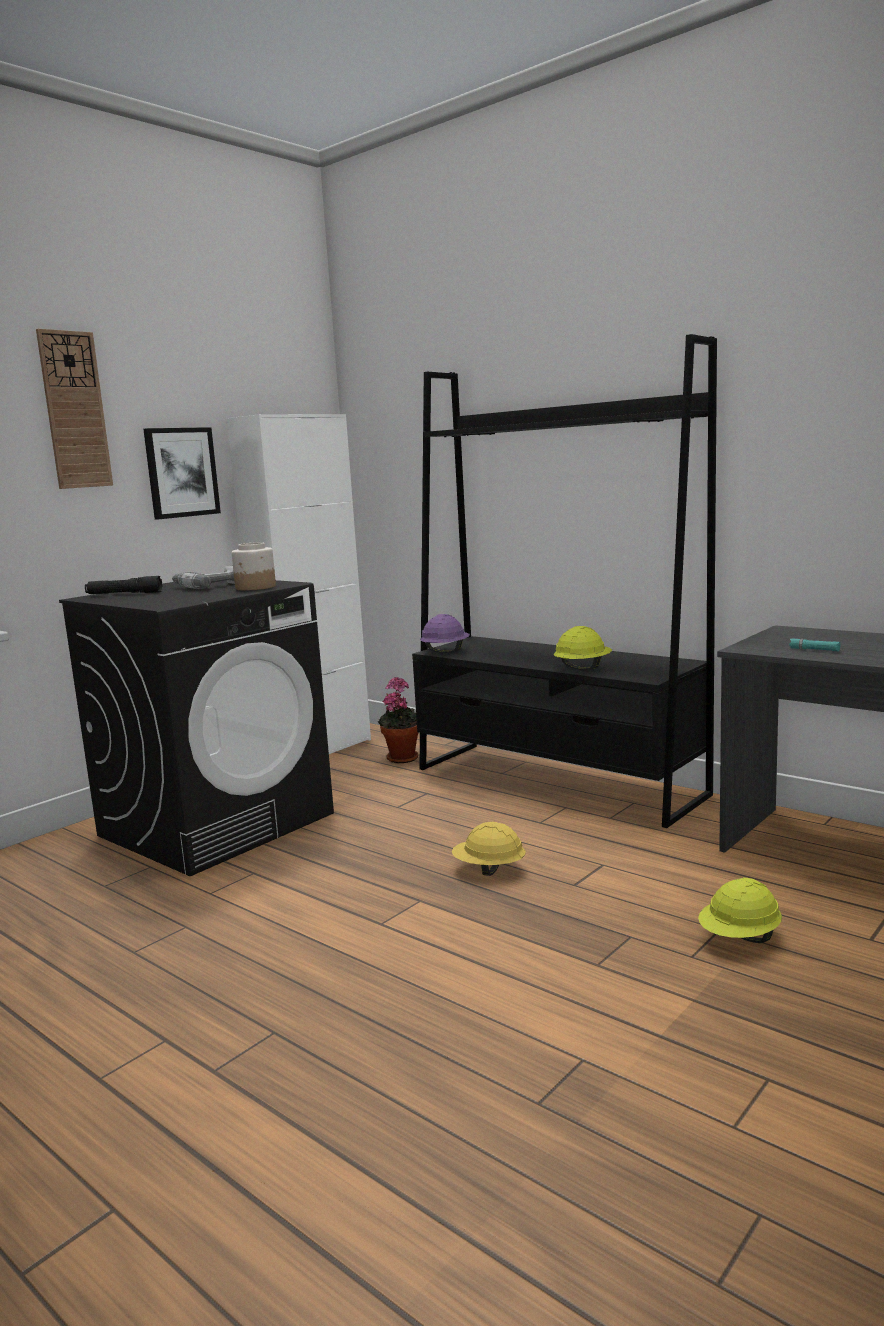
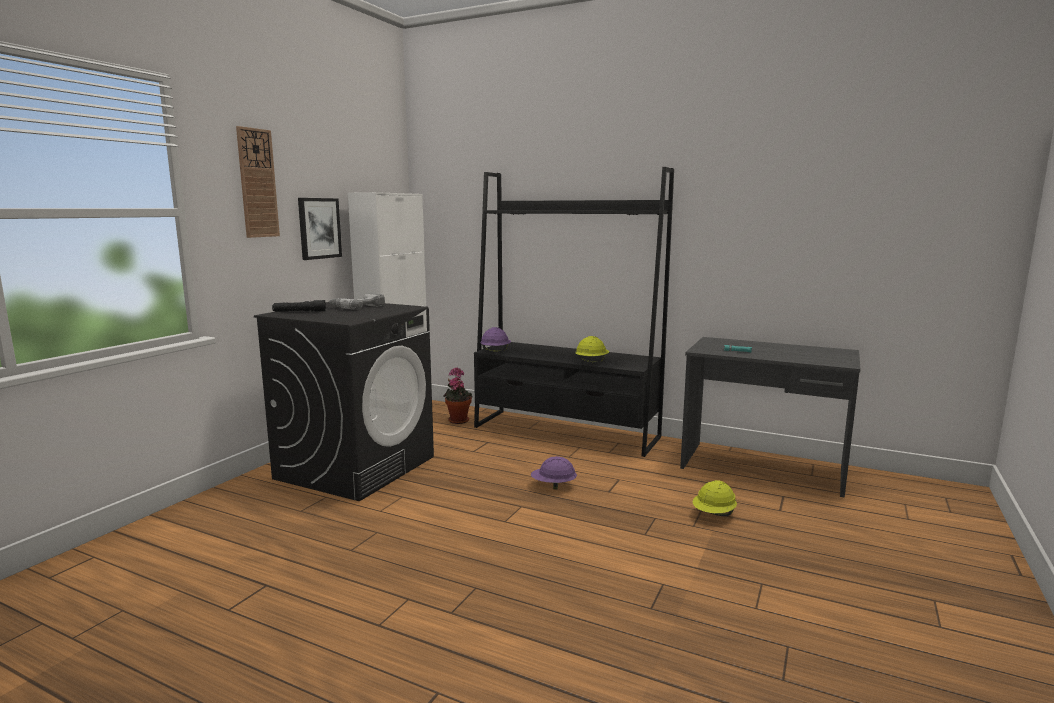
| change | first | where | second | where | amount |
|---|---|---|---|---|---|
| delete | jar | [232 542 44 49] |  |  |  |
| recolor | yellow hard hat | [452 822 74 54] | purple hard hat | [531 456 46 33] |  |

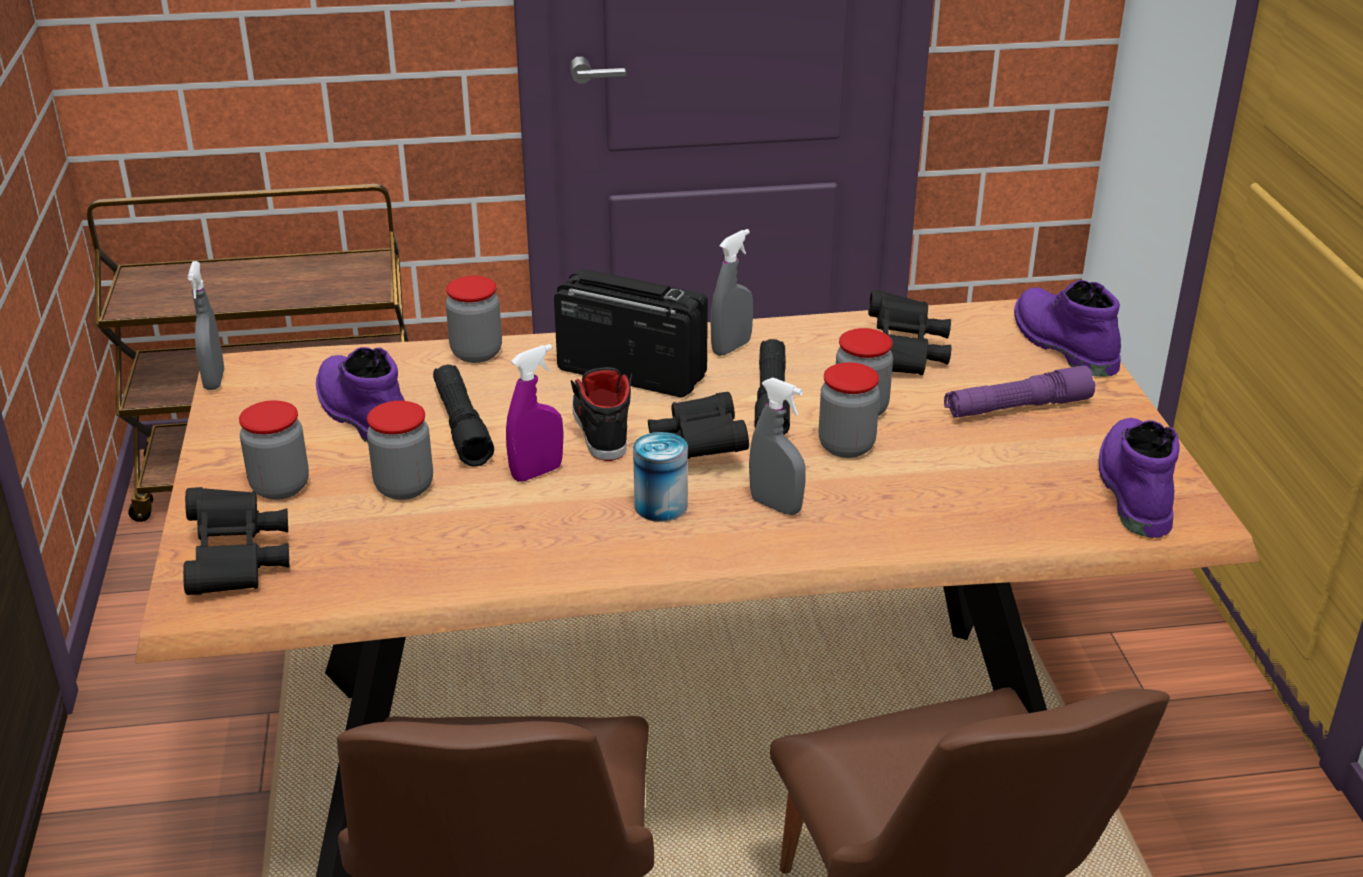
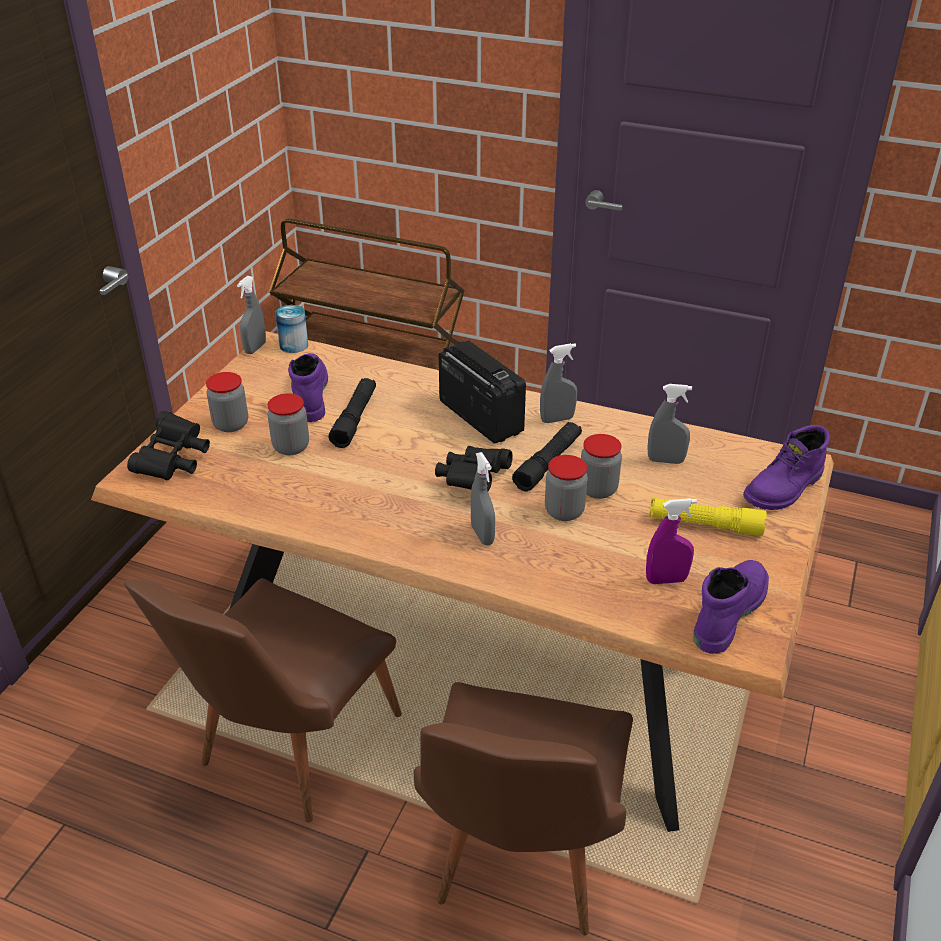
| change | first | where | second | where | amount |
|---|---|---|---|---|---|
| delete | jar | [446 276 56 87] |  |  |  |
| delete | black shoe | [571 367 61 94] |  |  |  |
| move | purple spray bottle | [506 344 58 138] |  | [646 498 51 86] |  |
| move | can | [633 432 55 90] |  | [275 305 33 48] |  |
| replace | black binoculars | [868 290 83 85] | grey spray bottle | [648 384 44 80] |  |
| recolor | purple flashlight | [944 365 151 53] | yellow flashlight | [649 498 118 38] |  |
| rotate | purple boot | [1014 280 107 97] |  | [743 425 87 85] | 135 degrees counterclockwise |

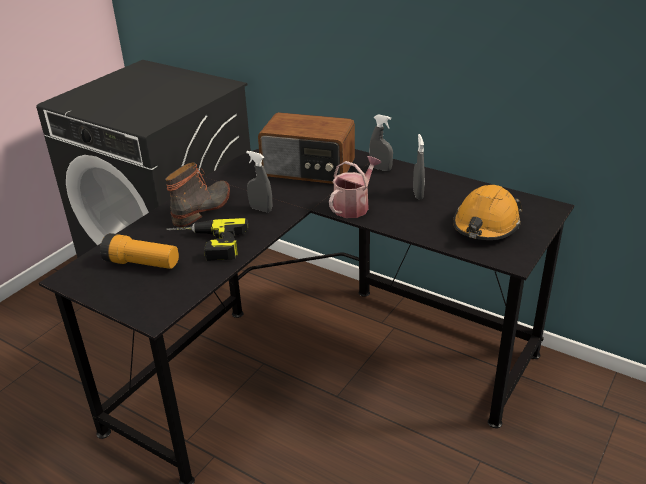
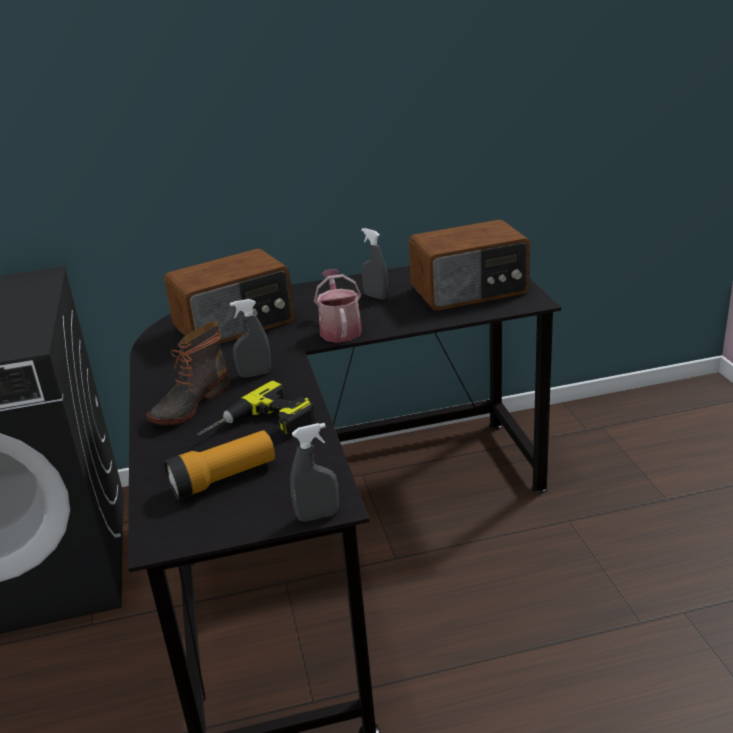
| change | first | where | second | where | amount |
|---|---|---|---|---|---|
| move | grey spray bottle | [369 114 24 57] |  | [290 423 49 99] |  |
| replace | orange hard hat | [453 185 69 55] | radio | [409 219 121 92] |  |
| rotate | boot | [166 162 64 65] |  | [146 321 84 104] | 135 degrees counterclockwise |

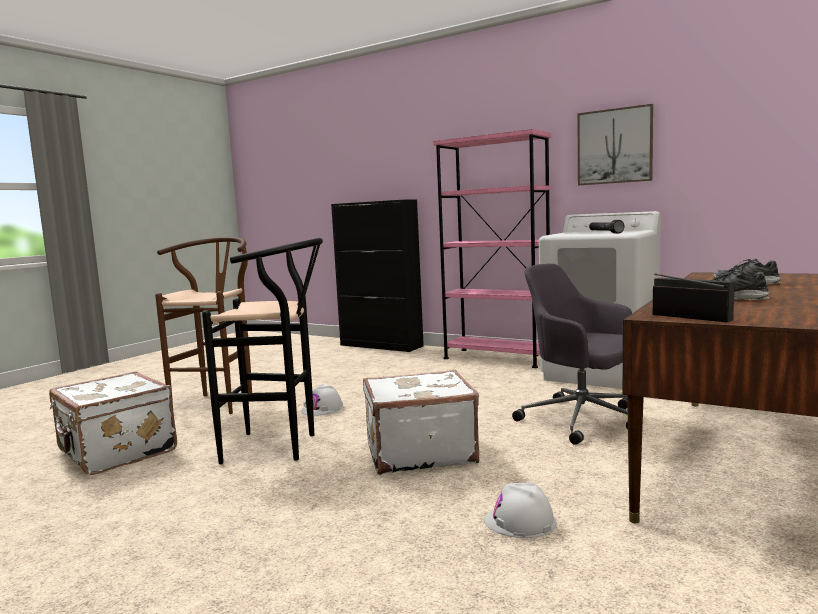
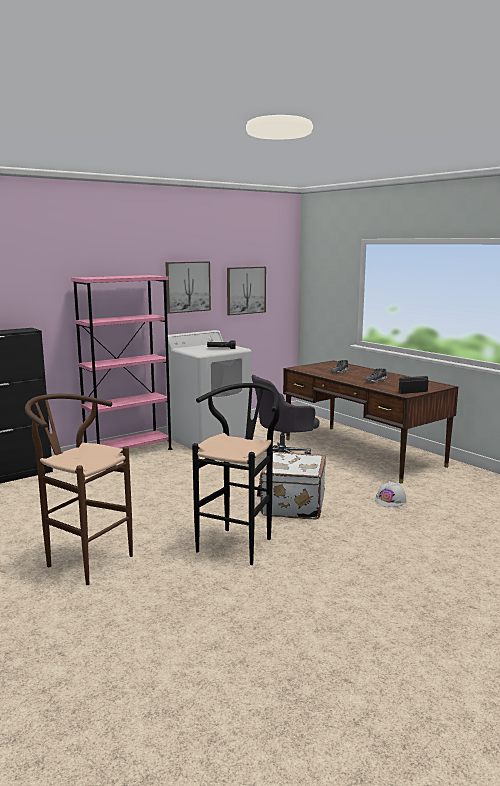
| change | first | where | second | where | amount |
|---|---|---|---|---|---|
| delete | white suitcase | [49 371 128 104] |  |  |  |
| delete | white hard hat | [301 384 42 32] |  |  |  |
| insert |  |  | picture | [227 267 39 48] |  |

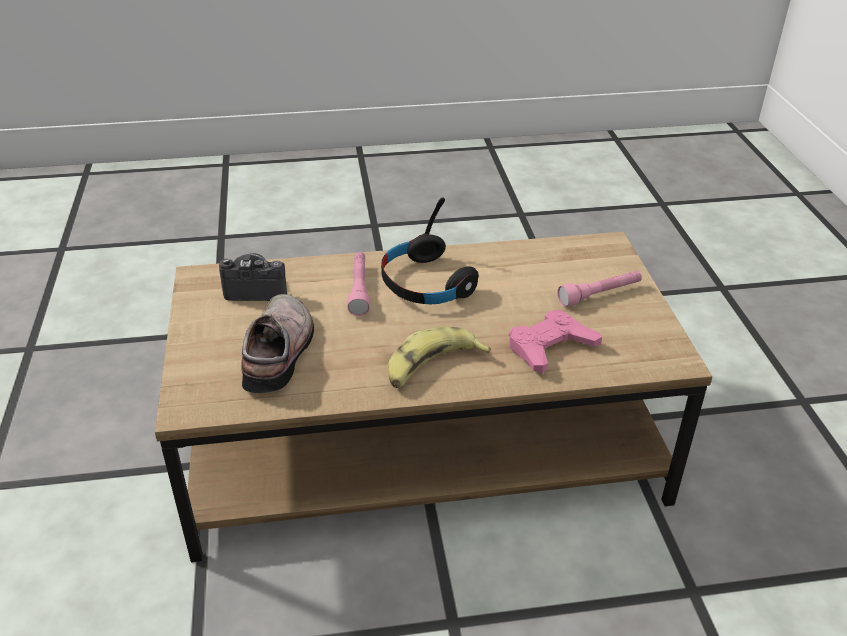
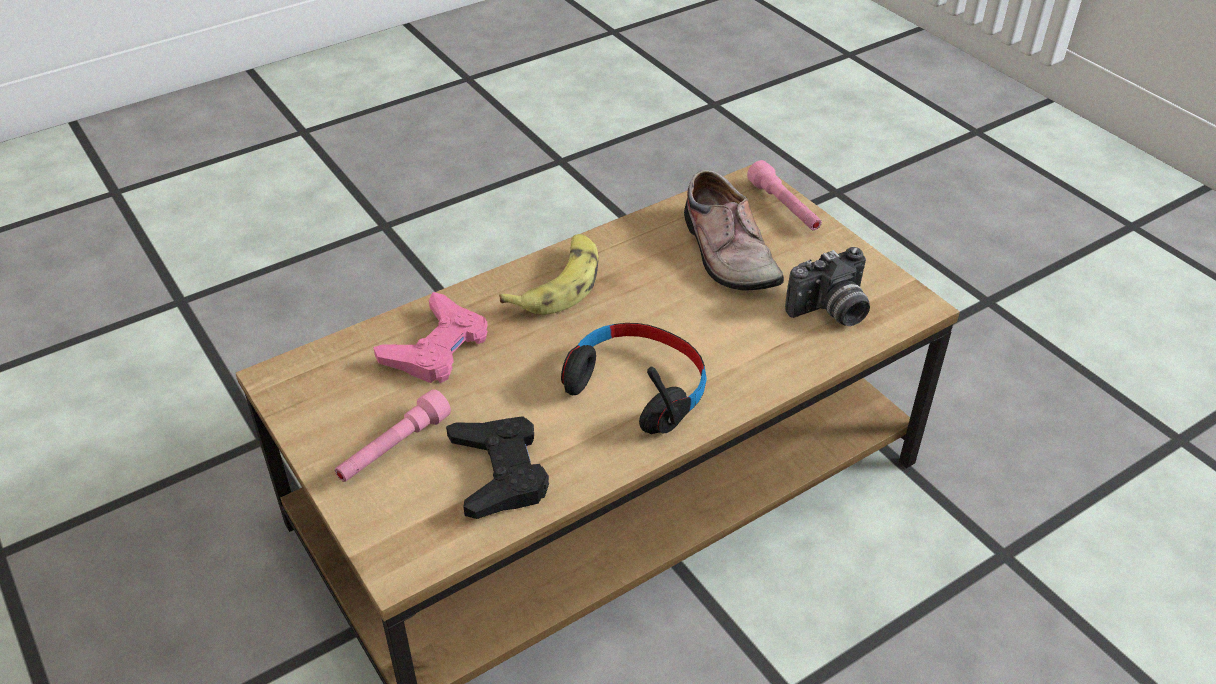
| change | first | where | second | where | amount |
|---|---|---|---|---|---|
| insert |  |  | black game controller | [446 416 103 103] |  |
| move | pink flashlight | [347 252 23 64] |  | [747 160 75 70] |  |

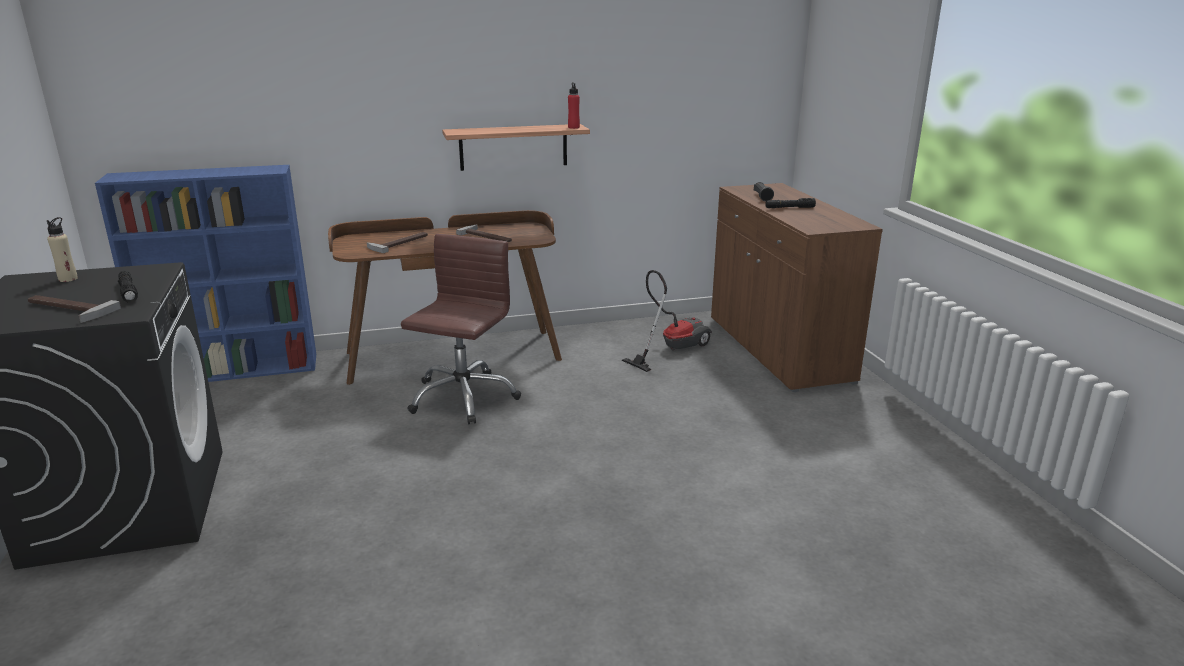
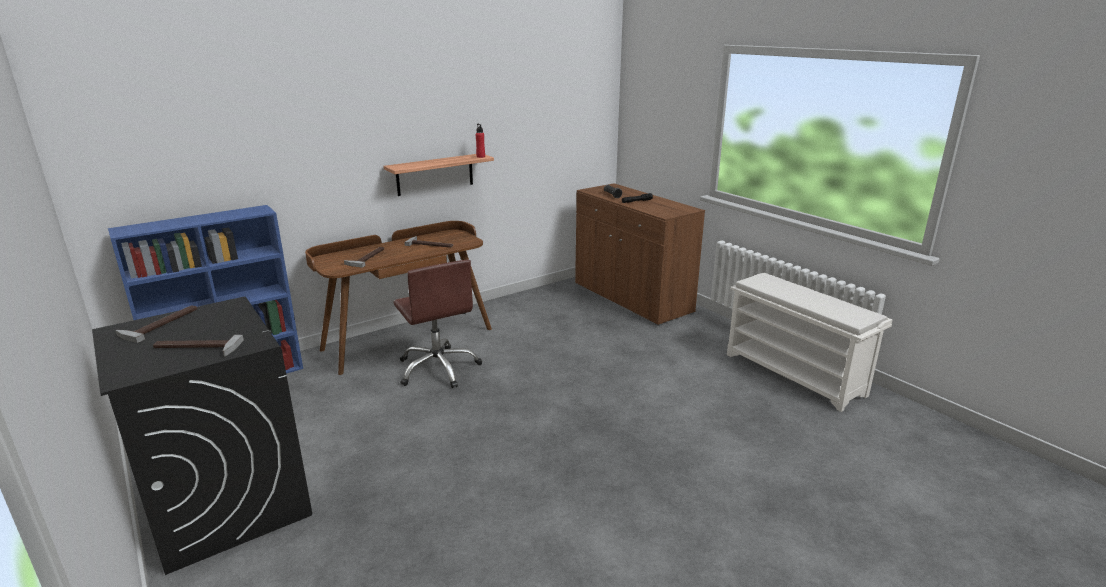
| change | first | where | second | where | amount |
|---|---|---|---|---|---|
| delete | black flashlight | [118 271 20 32] |  |  |  |
| delete | vacuum cleaner | [622 270 90 102] |  |  |  |
| insert |  |  | white shoe rack | [727 273 166 139] |  |
| replace | beige bottle | [47 217 31 65] | hammer | [115 305 82 38] |  |
| rotate | brown office chair | [401 234 120 190] |  | [393 259 89 129] | 150 degrees clockwise |

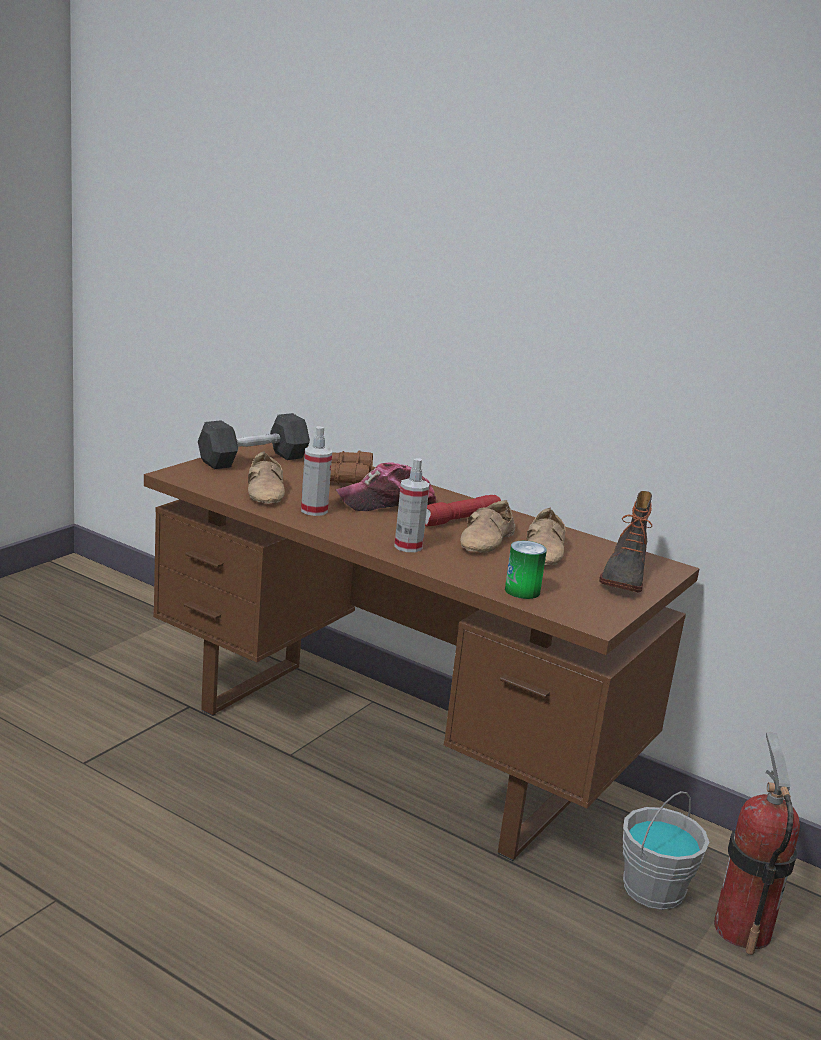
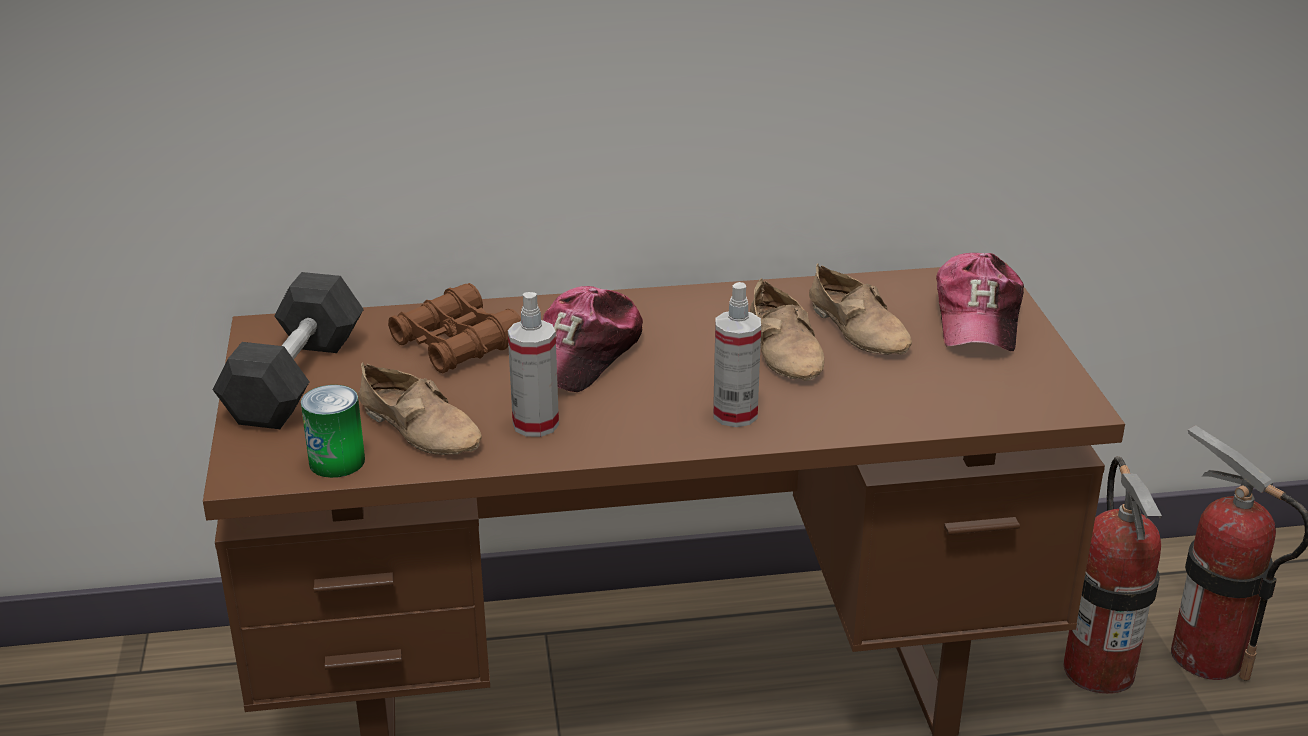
| change | first | where | second | where | amount |
|---|---|---|---|---|---|
| delete | red flashlight | [425 495 76 32] |  |  |  |
| move | can | [505 541 42 58] |  | [301 385 64 93] |  |
| replace | boot | [599 491 53 101] | cap | [936 253 88 98] |  |
| replace | grey bucket | [623 791 86 119] | fire extinguisher | [1063 456 99 238] |  |

